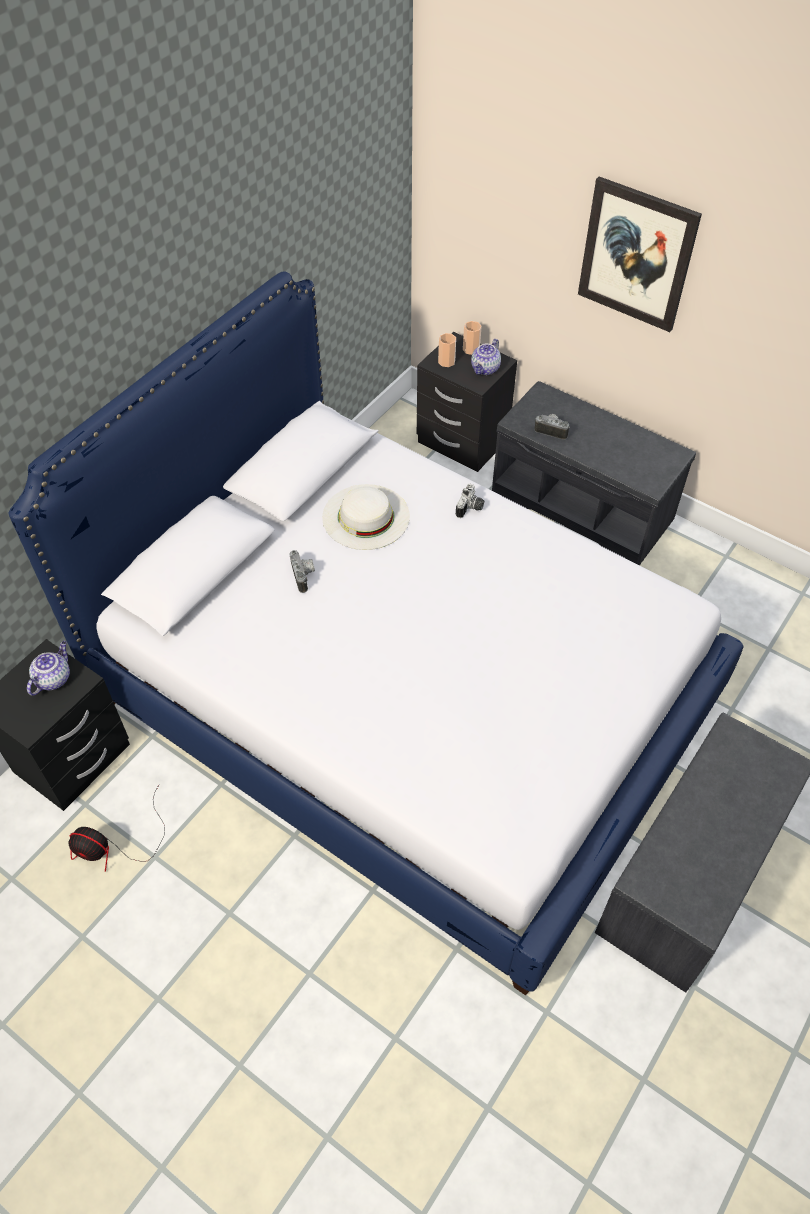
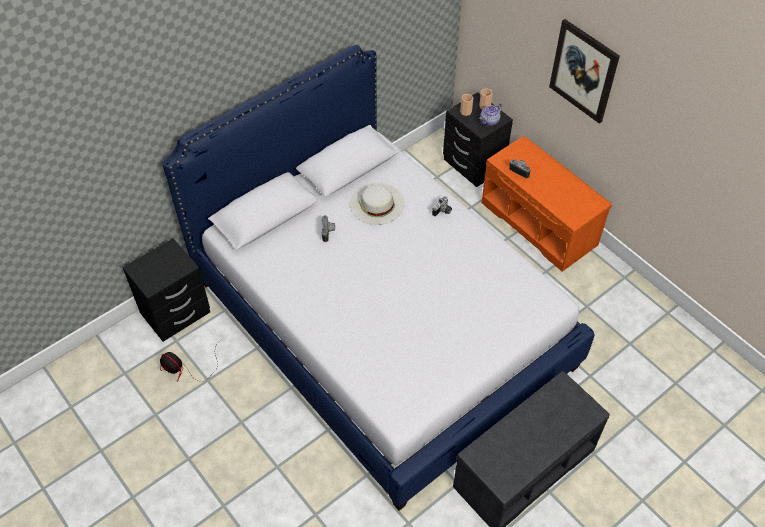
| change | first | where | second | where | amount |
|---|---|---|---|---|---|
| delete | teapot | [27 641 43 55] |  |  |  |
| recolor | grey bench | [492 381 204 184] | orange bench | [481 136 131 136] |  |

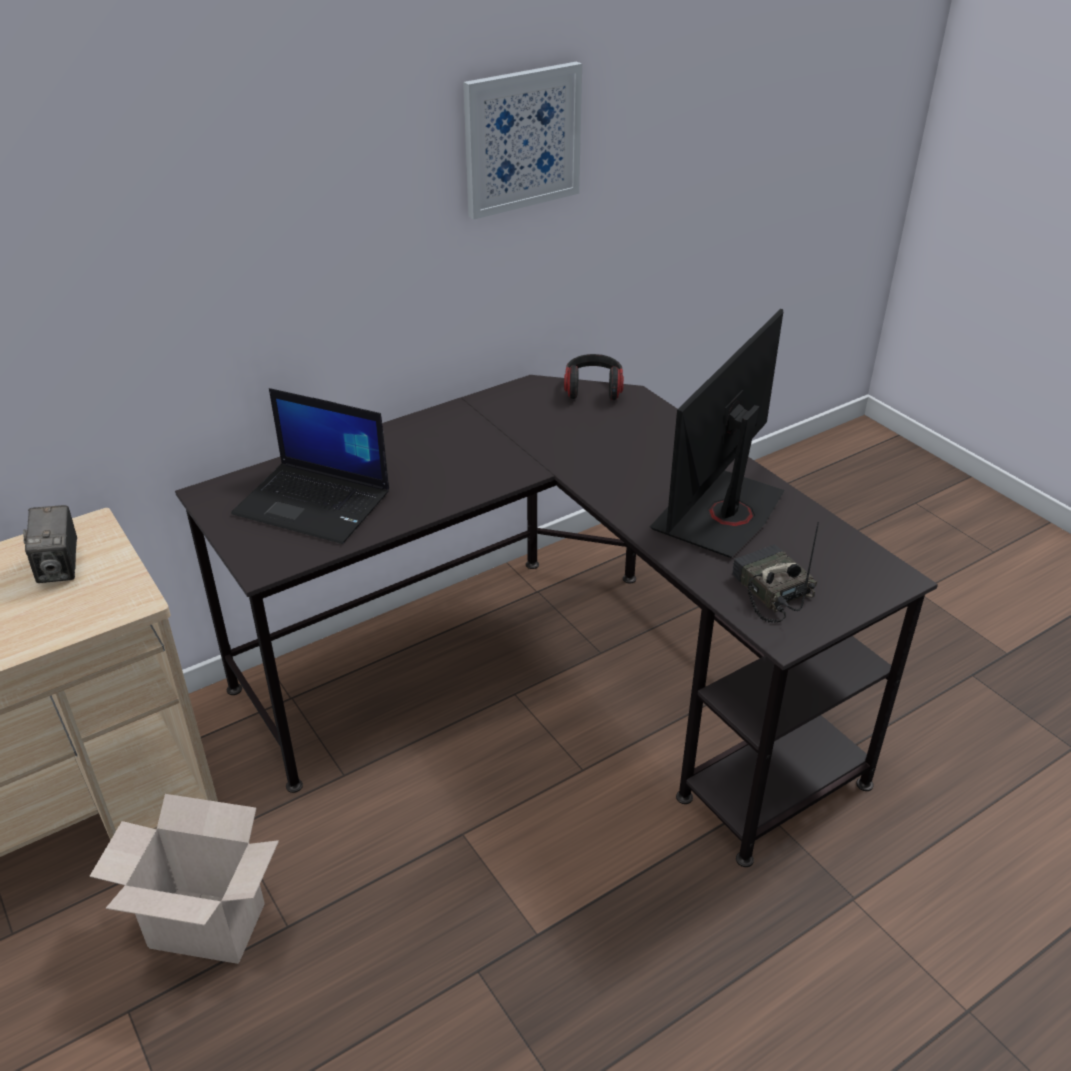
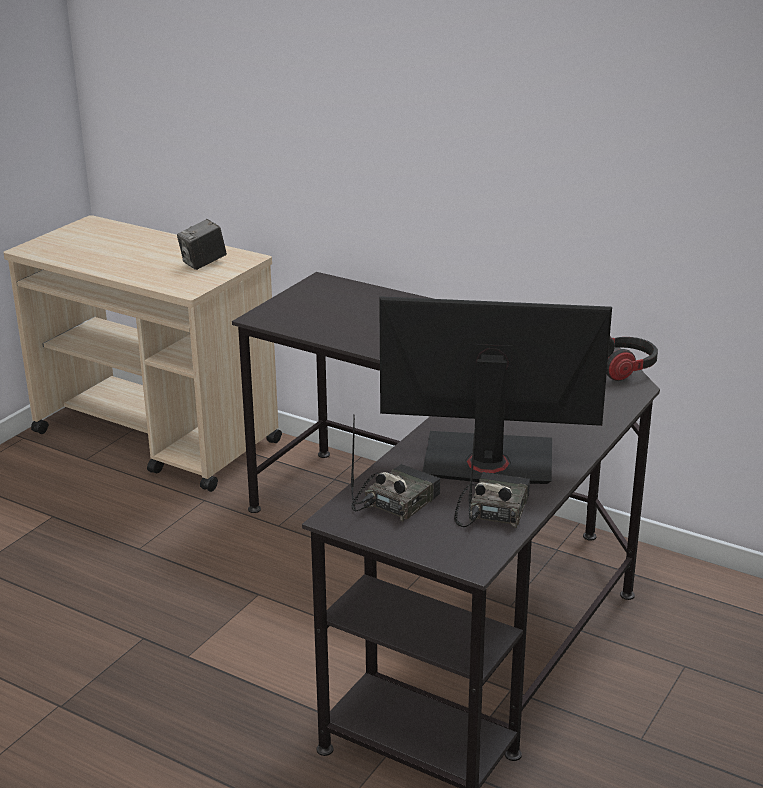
| change | first | where | second | where | amount |
|---|---|---|---|---|---|
| delete | cardboard box | [90 794 189 170] |  |  |  |
| delete | laptop | [231 388 158 156] |  |  |  |
| delete | picture | [463 61 119 159] |  |  |  |
| insert |  |  | radio | [454 428 76 100] |  |

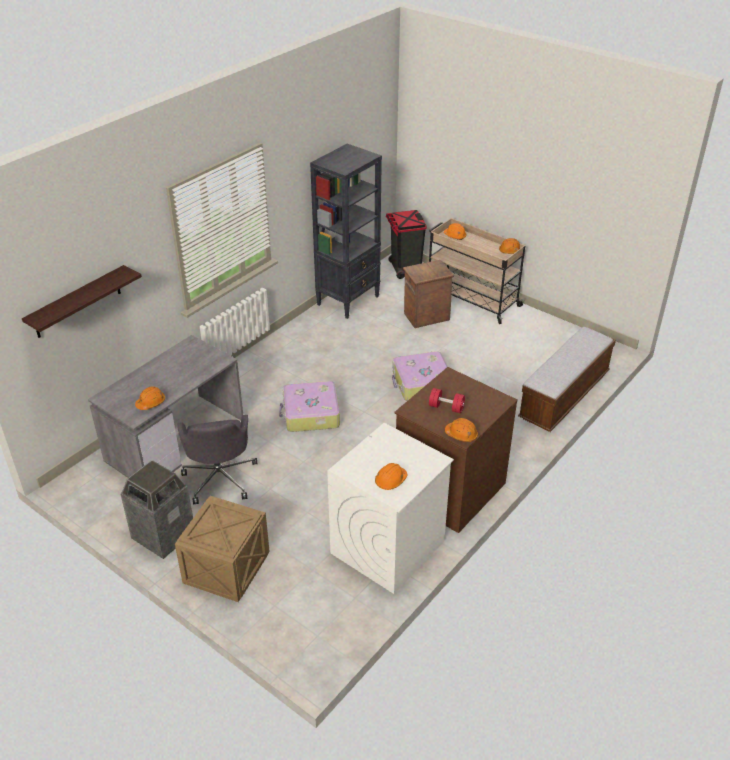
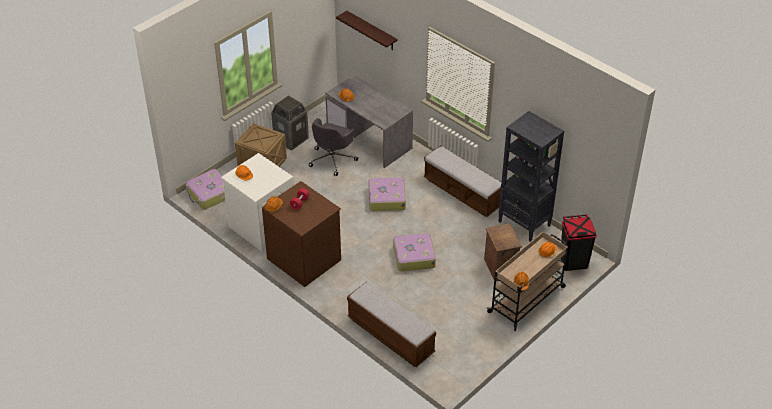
| change | first | where | second | where | amount |
|---|---|---|---|---|---|
| insert |  |  | suitcase | [185 169 40 41] |  |
| insert |  |  | bench | [424 146 77 71] |  |
| rotate | grey office chair | [177 415 80 89] |  | [309 118 49 58] | 60 degrees counterclockwise |

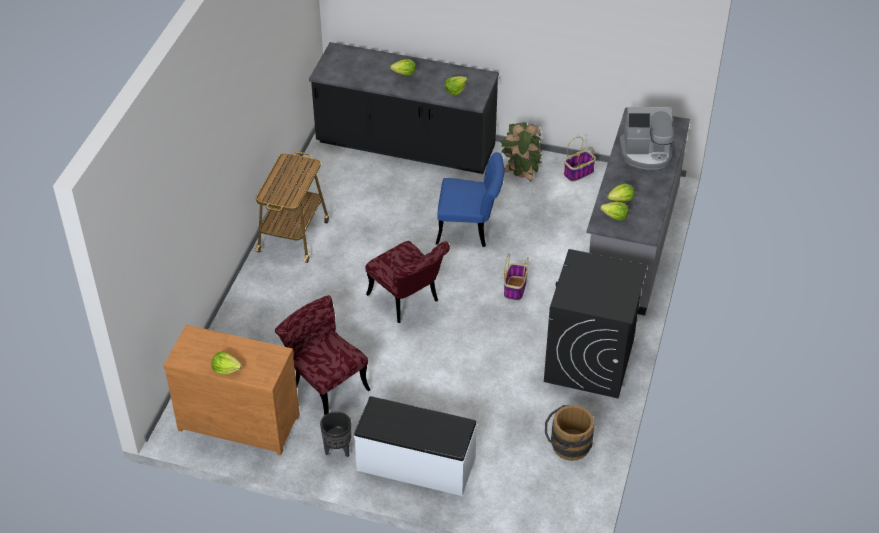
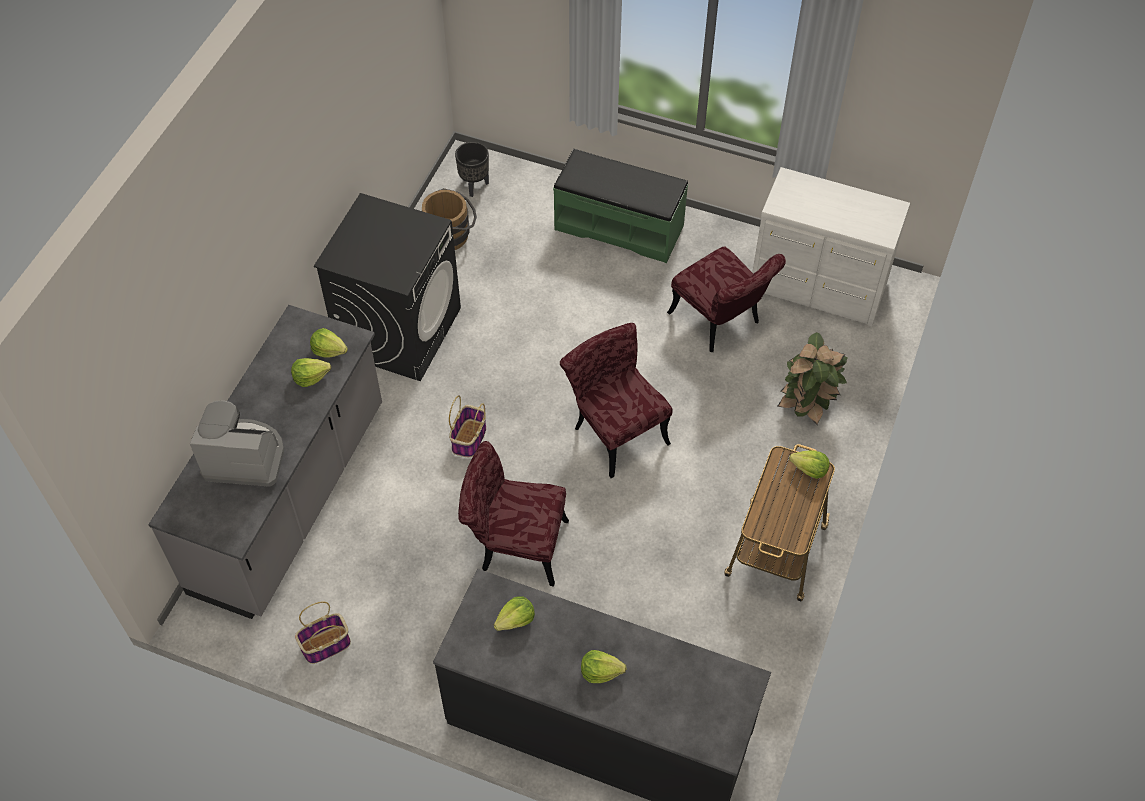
| change | first | where | second | where | amount |
|---|---|---|---|---|---|
| move | lettuce | [212 351 30 24] |  | [789 451 41 28] |  |
| move | black planter | [320 411 31 46] |  | [455 142 34 55] |  |
| move | potted plant | [500 122 43 59] |  | [777 332 71 93] |  |
| recolor | brown dresser | [163 325 137 131] | white dresser | [752 167 159 159] |  |
| recolor | white bench | [354 396 123 100] | green bench | [553 149 135 114] |  |
| recolor | blue chair | [436 152 68 95] | red chair | [458 441 111 146] |  |

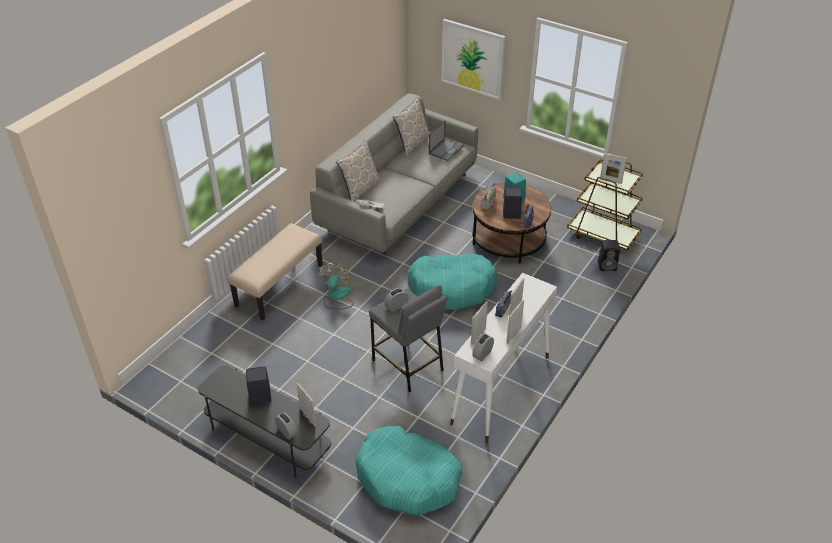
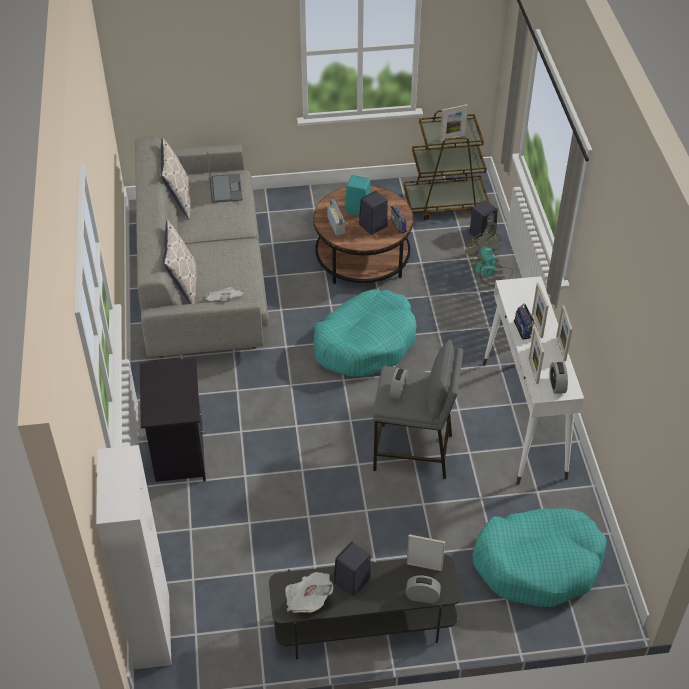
| change | first | where | second | where | amount |
|---|---|---|---|---|---|
| delete | picture | [442 19 63 81] |  |  |  |
| insert |  |  | white cabinet | [96 445 76 224] |  |
| insert |  |  | newspaper | [285 572 48 41] |  |
| move | fan | [319 262 35 48] |  | [465 231 48 55] |  |
| replace | beige bench | [227 223 96 97] | black nightstand | [140 358 66 124] |  |

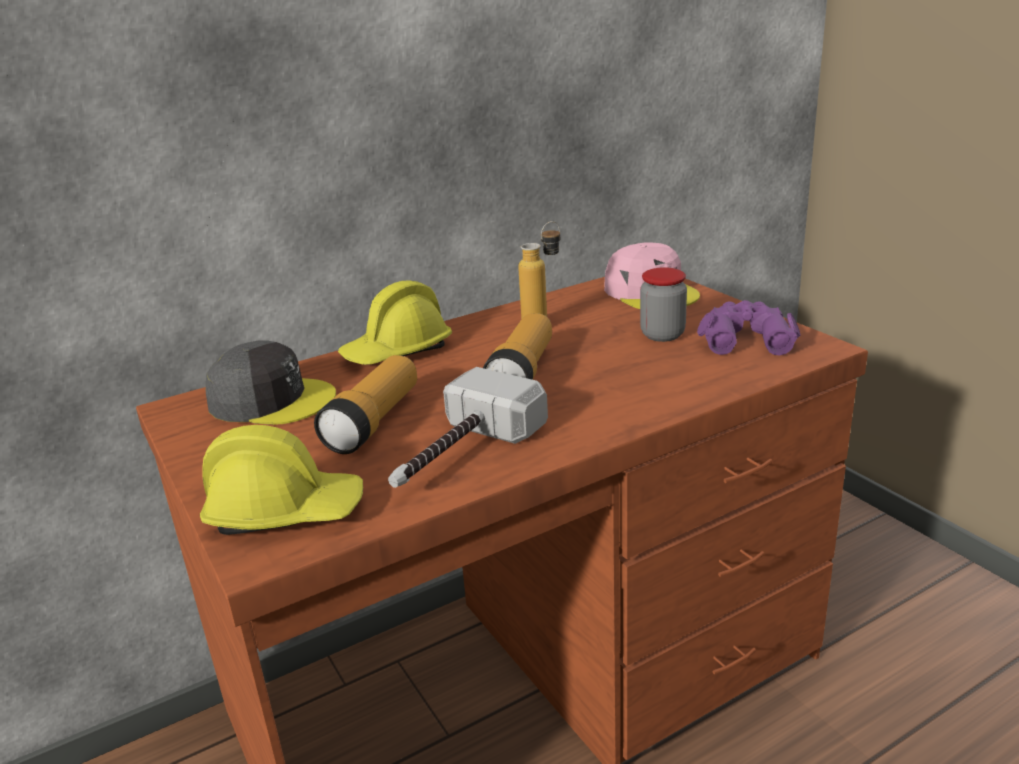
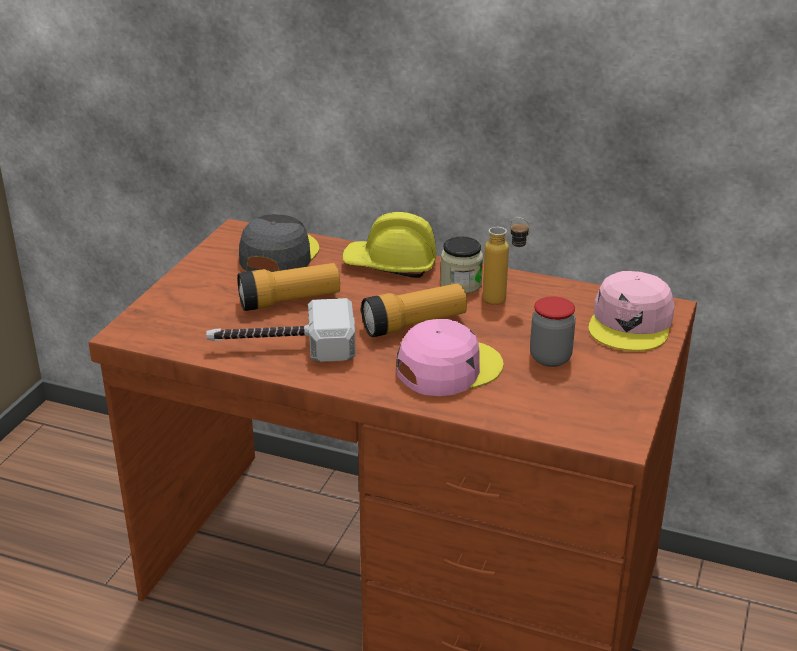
| change | first | where | second | where | amount |
|---|---|---|---|---|---|
| delete | yellow hard hat | [200 425 163 110] |  |  |  |
| delete | purple binoculars | [697 300 103 55] |  |  |  |
| insert |  |  | pink cap | [396 319 108 77] |  |
| insert |  |  | jar | [440 236 43 57] |  |
| rotate | grey cap | [205 341 131 84] |  | [239 214 80 58] | 135 degrees counterclockwise |

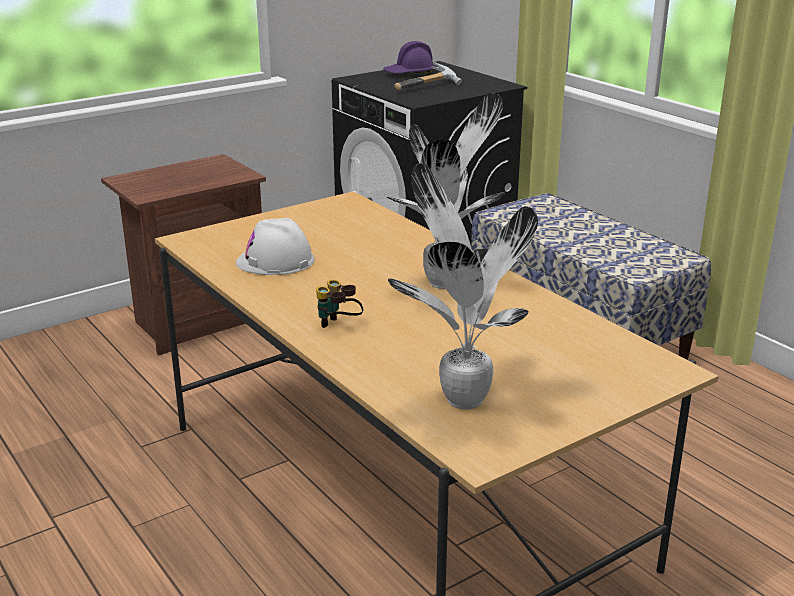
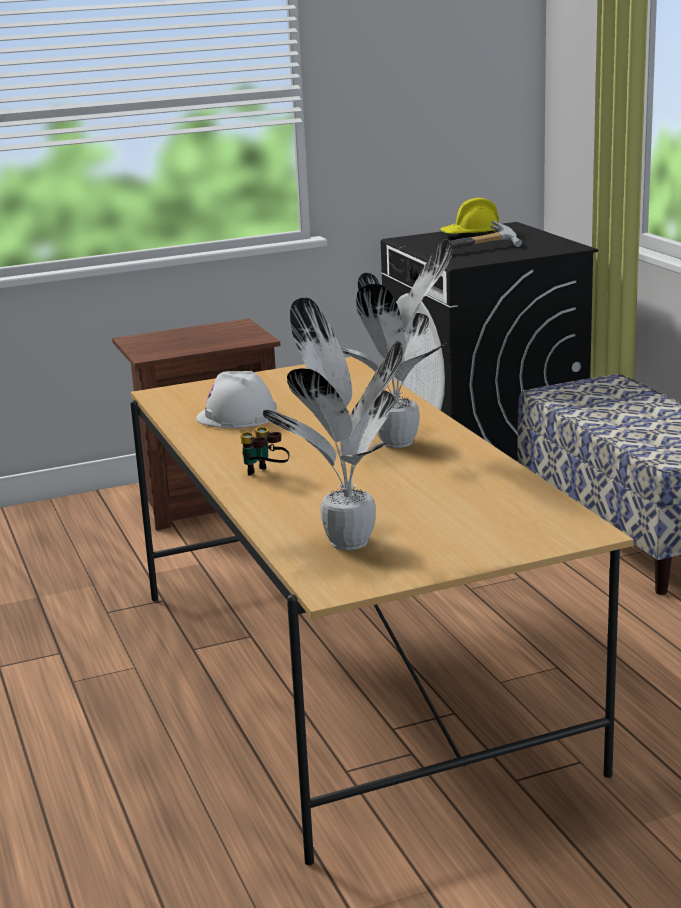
| change | first | where | second | where | amount |
|---|---|---|---|---|---|
| recolor | purple hard hat | [383 41 53 33] | yellow hard hat | [440 198 59 37] |  |

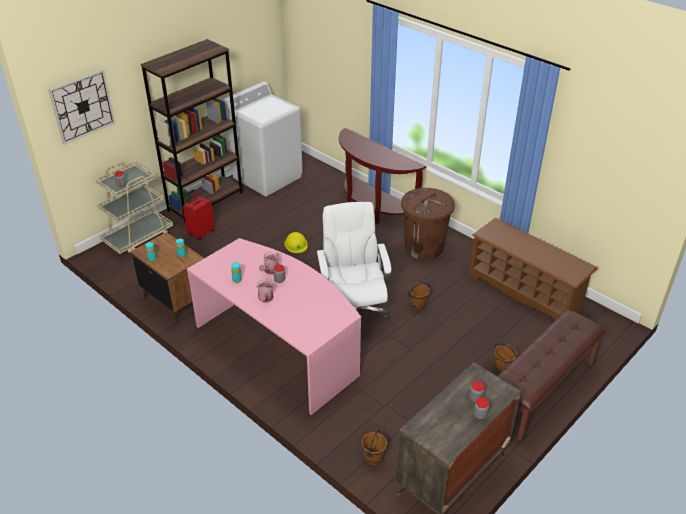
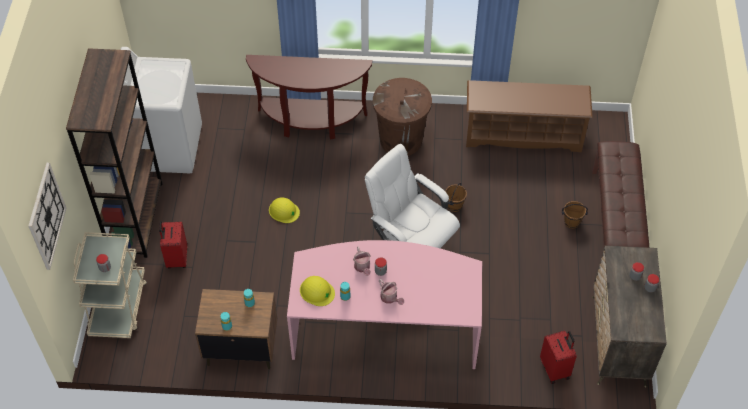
| change | first | where | second | where | amount |
|---|---|---|---|---|---|
| insert |  |  | yellow hard hat | [300 276 35 30] |  |
| replace | brown bucket | [362 430 25 35] | red suitcase | [540 331 37 53] |  |

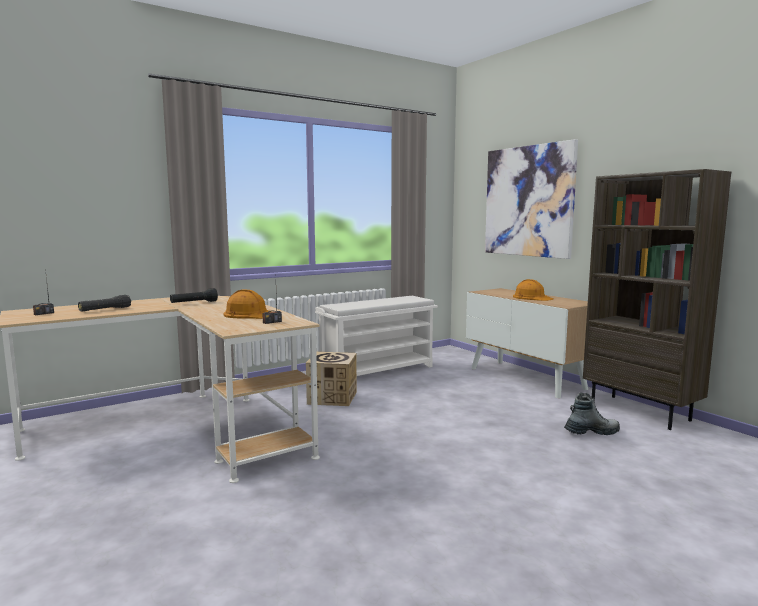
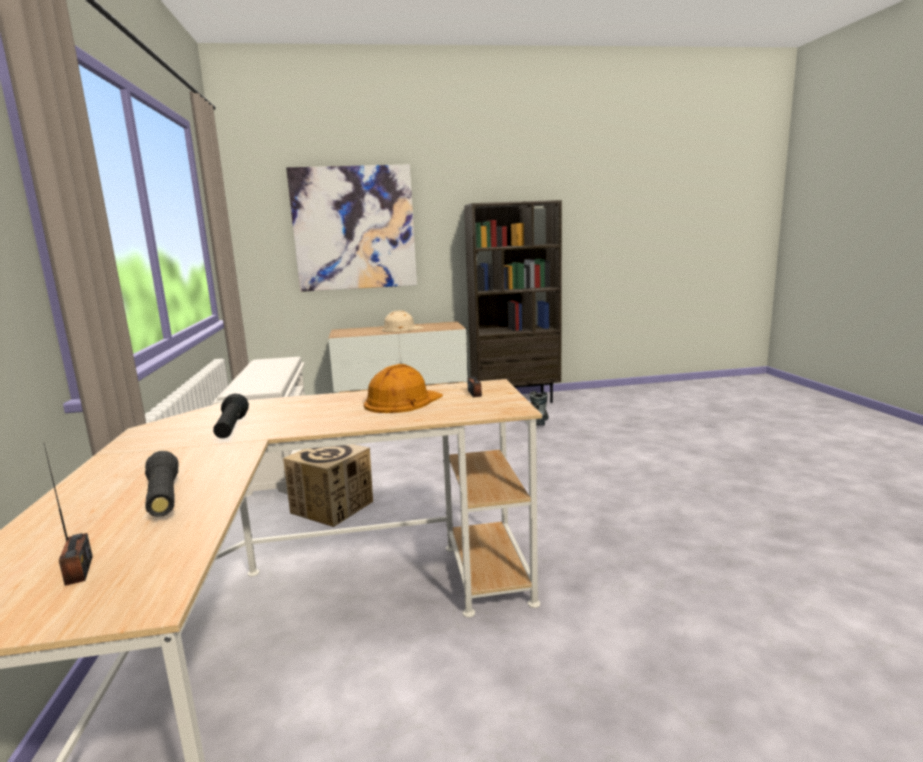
| change | first | where | second | where | amount |
|---|---|---|---|---|---|
| recolor | orange hard hat | [513 279 40 22] | beige hard hat | [382 310 41 22] |  |

